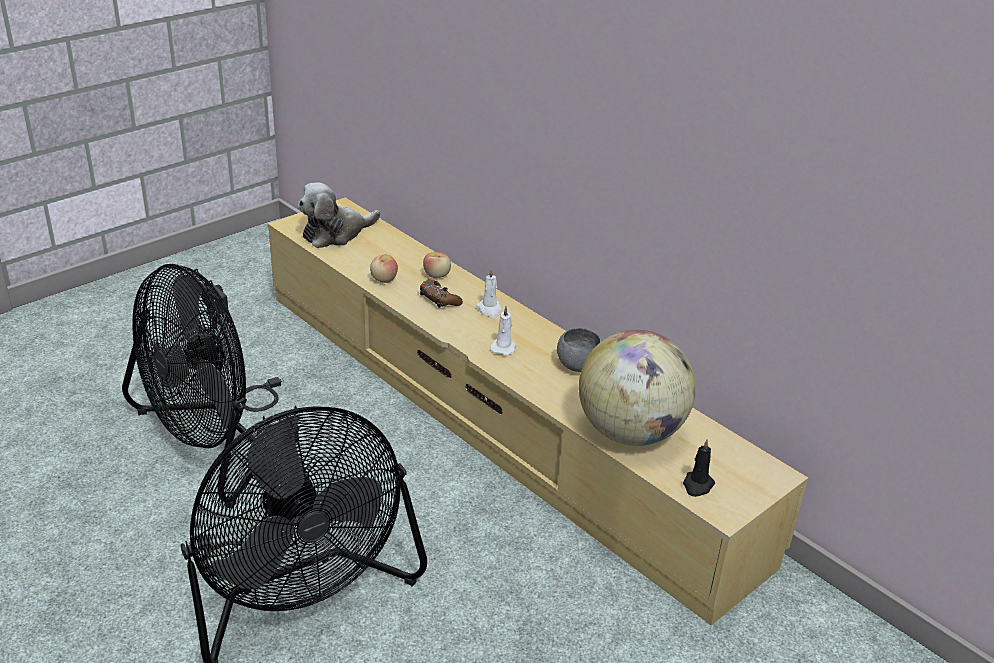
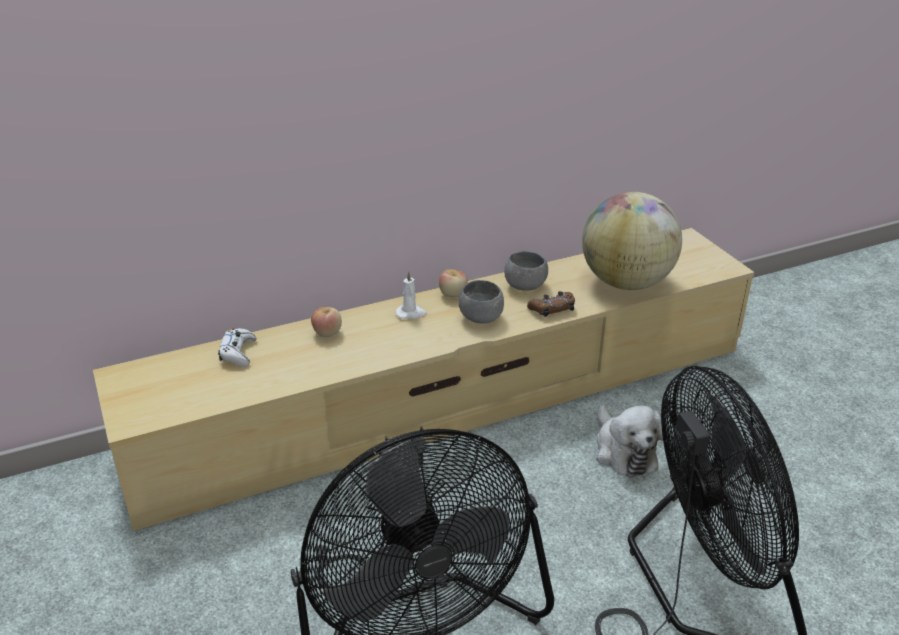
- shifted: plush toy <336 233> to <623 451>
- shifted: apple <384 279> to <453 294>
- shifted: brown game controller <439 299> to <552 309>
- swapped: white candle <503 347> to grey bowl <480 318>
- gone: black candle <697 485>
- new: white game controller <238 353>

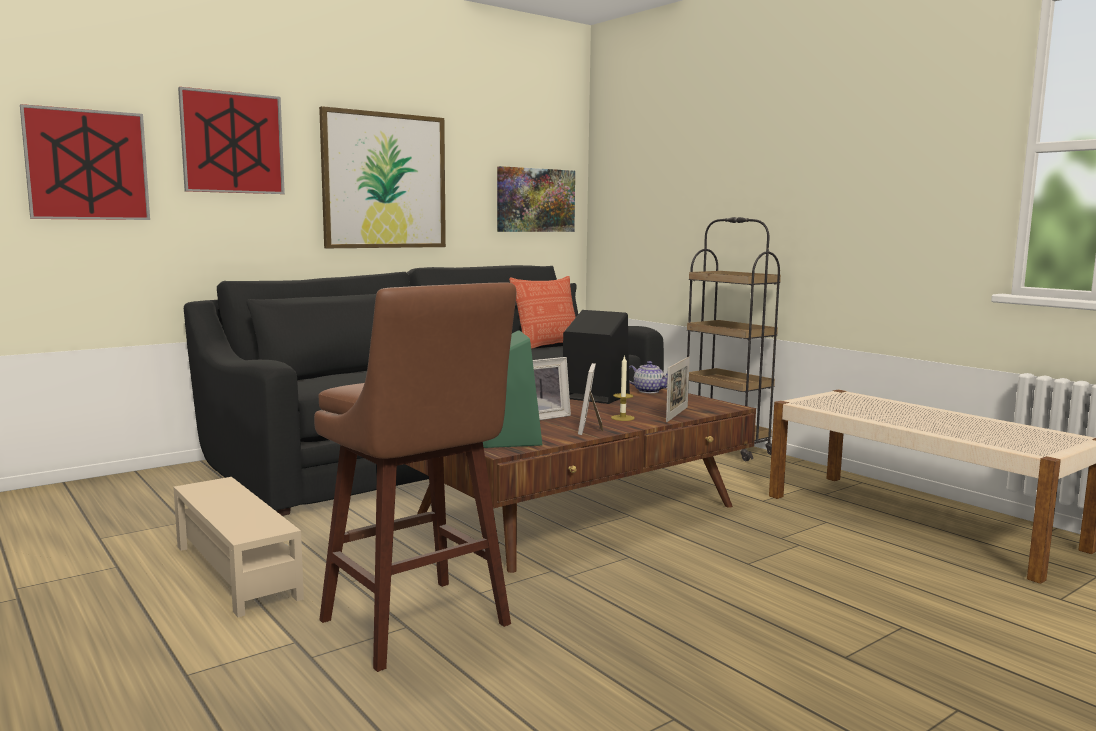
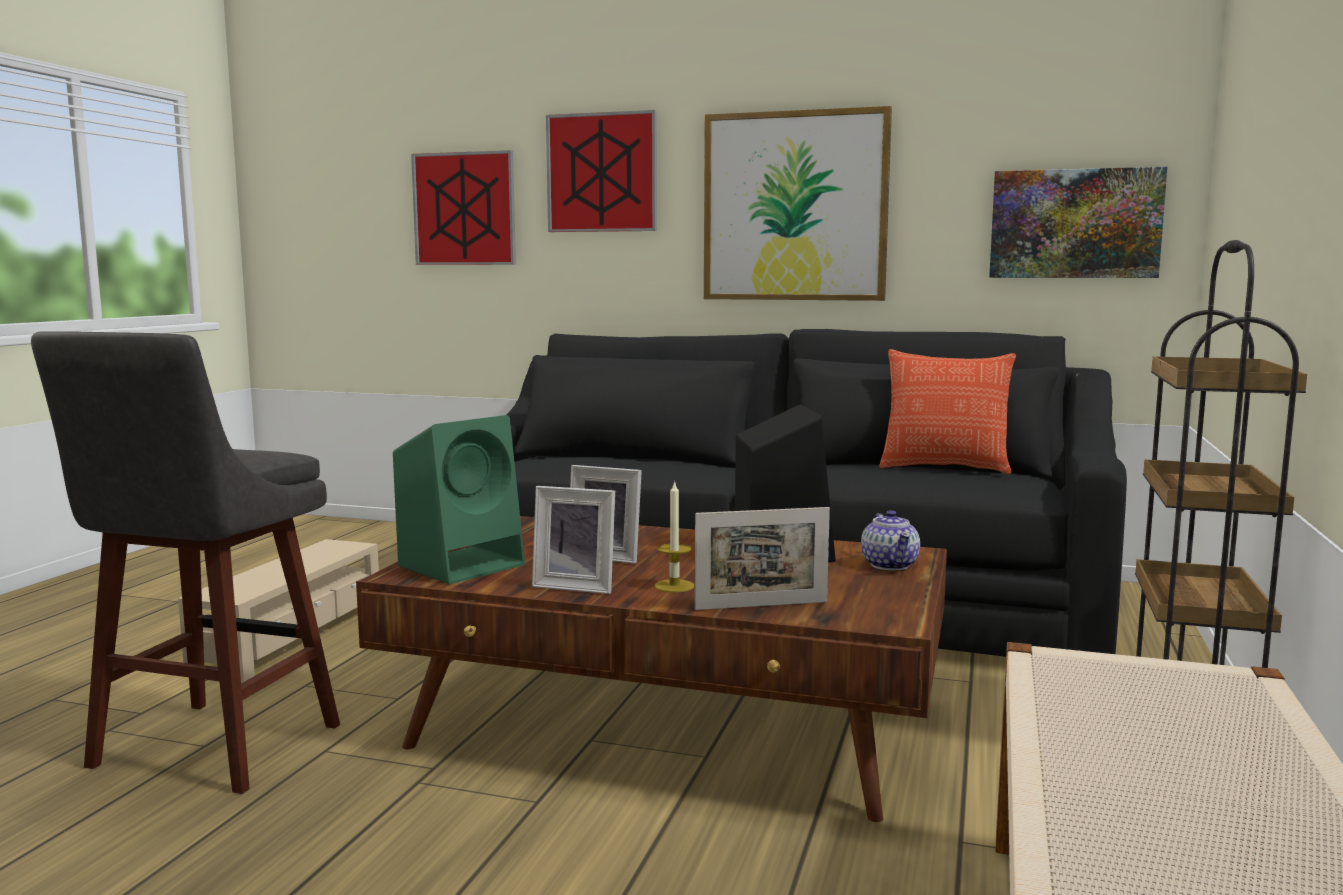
- repainted: brown stool <417 626> to grey stool <209 749>
- rotated: picture frame <591 429> = <576 586> 135 degrees counterclockwise

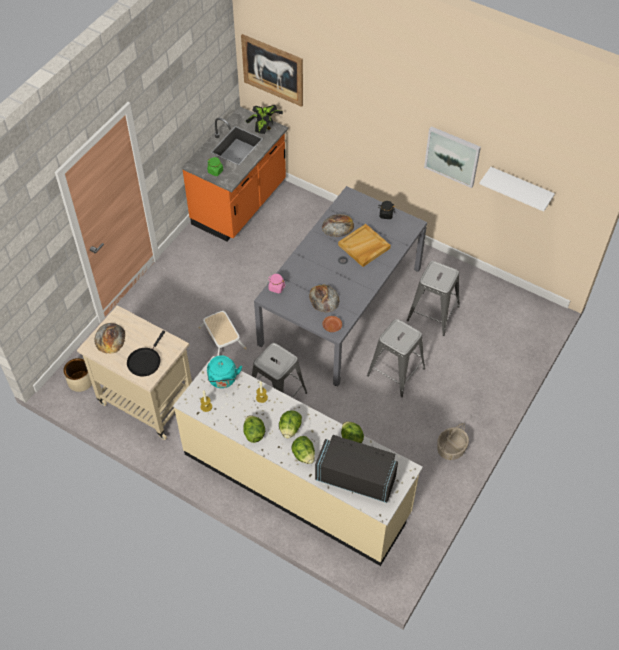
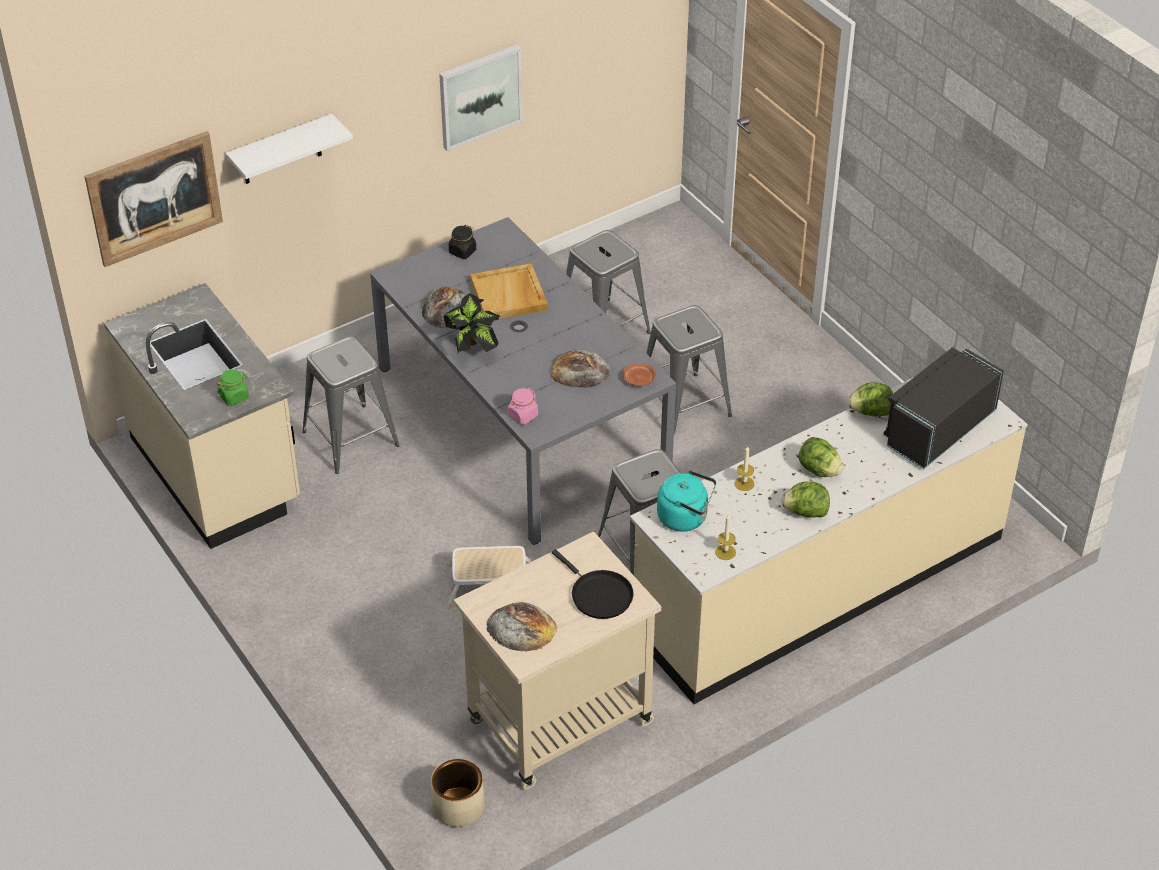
- shifted: potted plant <265 130> to <473 348>
- repainted: orange counter <240 204> to beige counter <217 471>
- shifted: white shelf <520 188> to <281 150>
- gone: basket <451 448>
- gone: lettuce <303 455>
- new: grey stool <351 439>

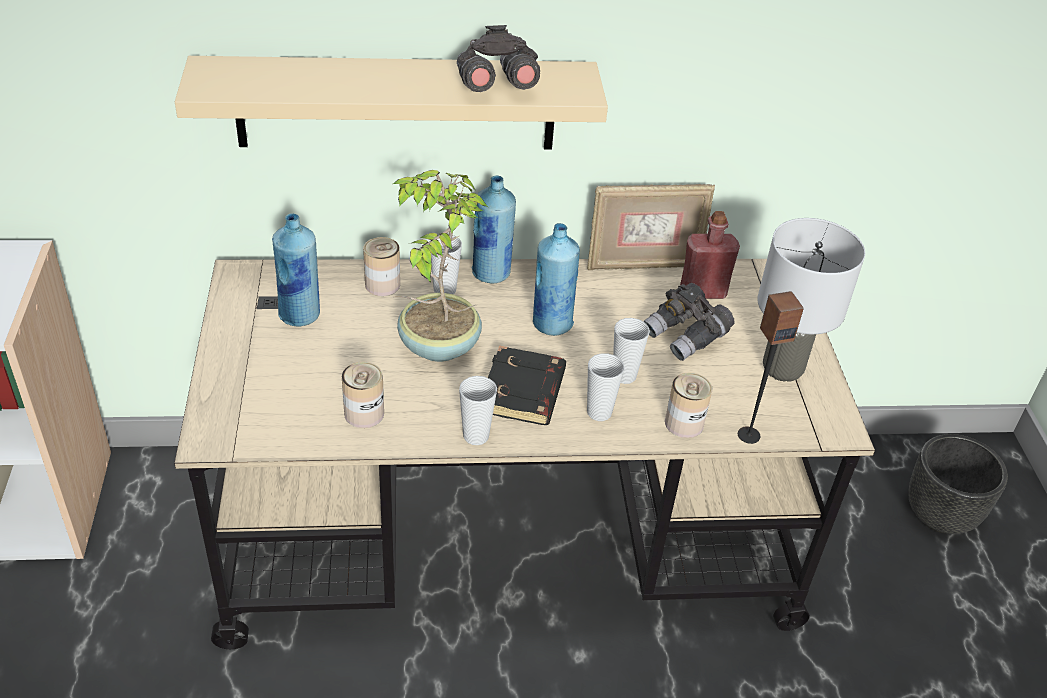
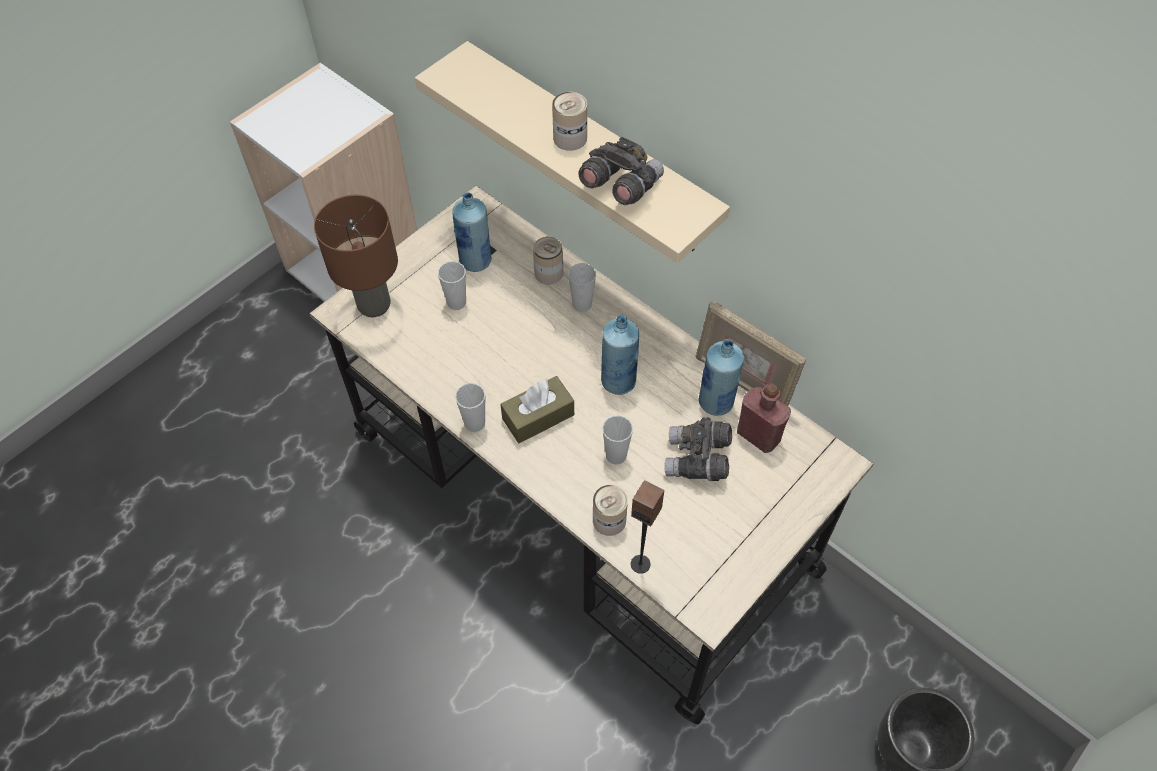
- gone: potted plant <437 346>
- shifted: blue bottle <491 273> to <715 403>
- gone: white table lamp <782 371>
- swapped: black book <523 393> to brown tissue box <538 417>
- shifted: cup <599 412> to <456 302>
- shifted: can <364 413> to <570 138>
- new: brown table lamp <376 305>

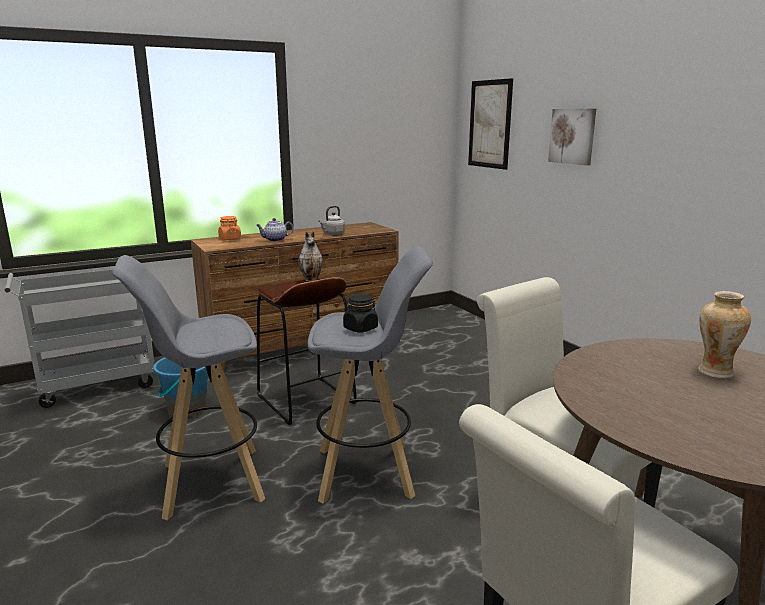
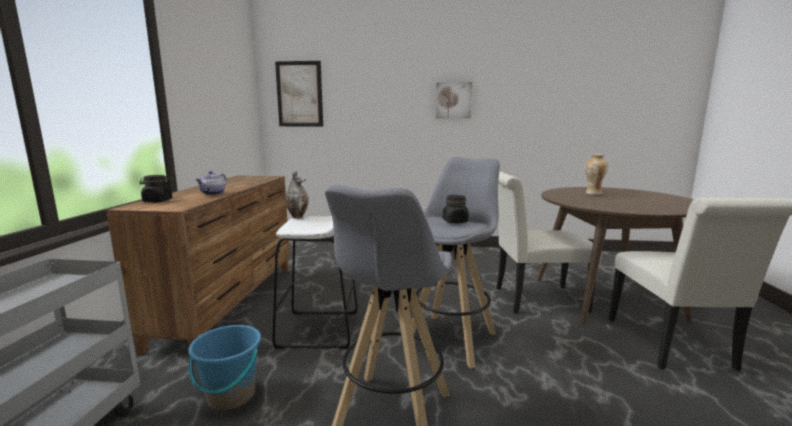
- shifted: picture <572 136> to <453 100>
- gone: grey kettle <333 234>
- repainted: orange jar <230 238> to black jar <157 201>
- repainted: brown stool <306 400> to white stool <319 329>

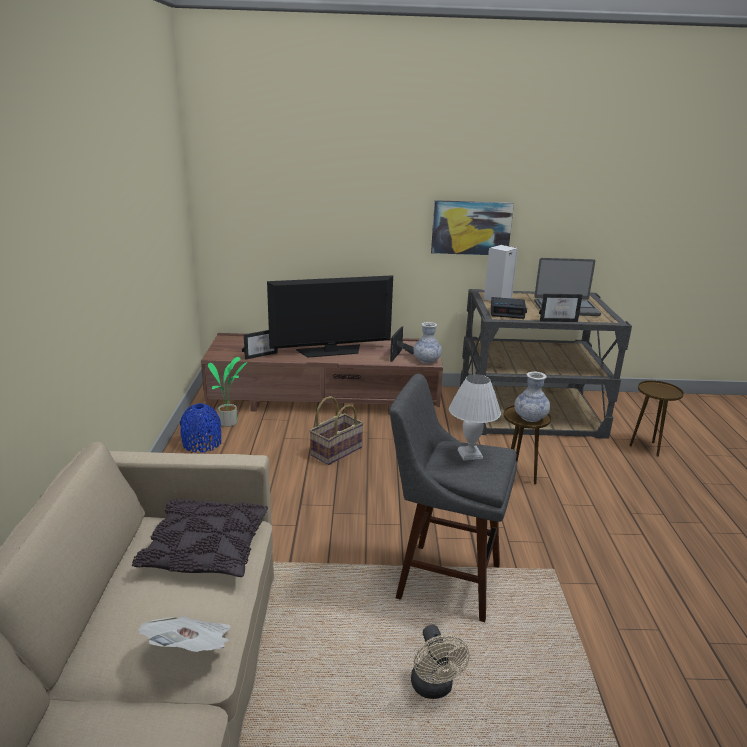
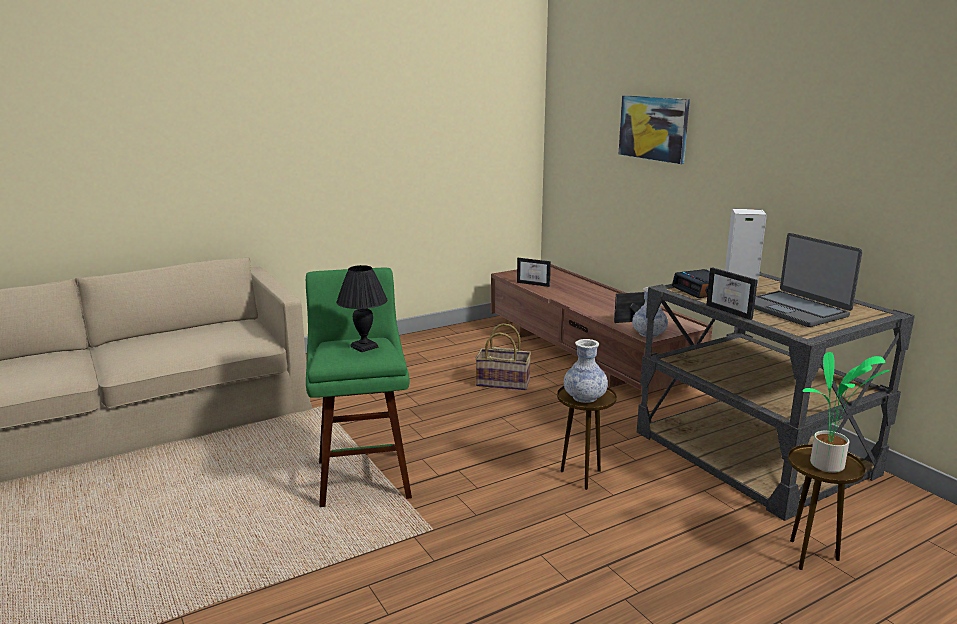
- shifted: picture <471 228> to <653 128>
- gone: television <330 351>
- shifted: potted plant <229 423> to <829 466>
- repainted: grey stool <443 579> to green stool <363 476>
- repainted: white table lamp <470 455> to black table lamp <364 347>
- gone: blue vase <202 443>
- gone: black pillow <205 549>
- gone: newspaper <191 650>
- gone: beige fan <434 688>

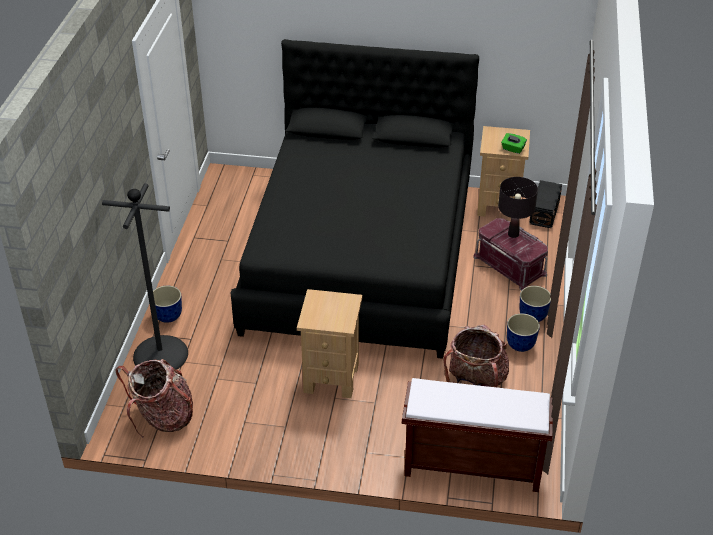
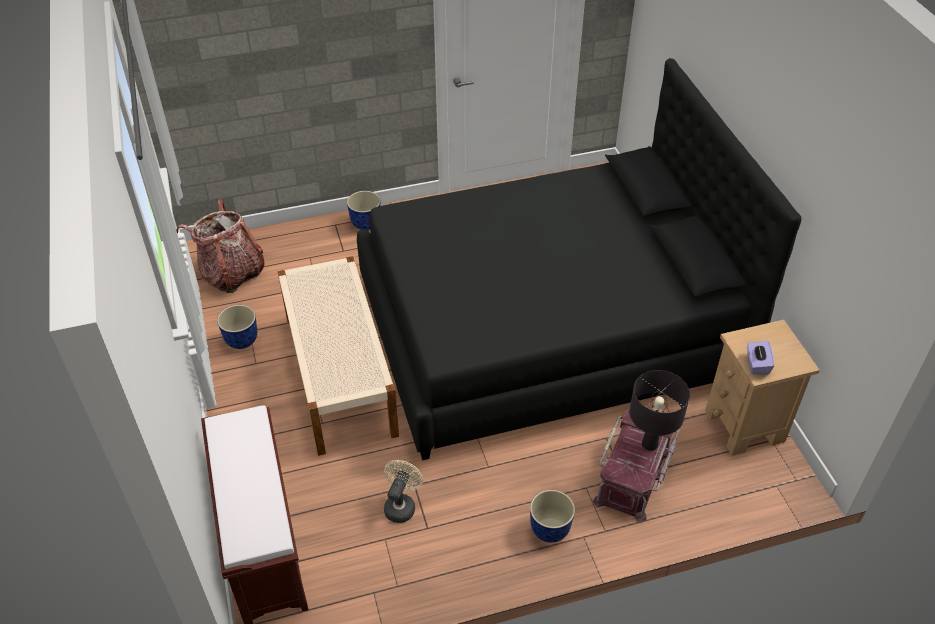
- repainted: green tissue box <513 149> to purple tissue box <757 364>
- gone: black storage box <543 213>
- gone: black clothes rack <160 355>
- swapped: beige nightstand <332 378> to beige bench <340 374>
- shifted: planter <520 345> to <241 340>
- swapped: backpack <476 381> to beige fan <401 505>

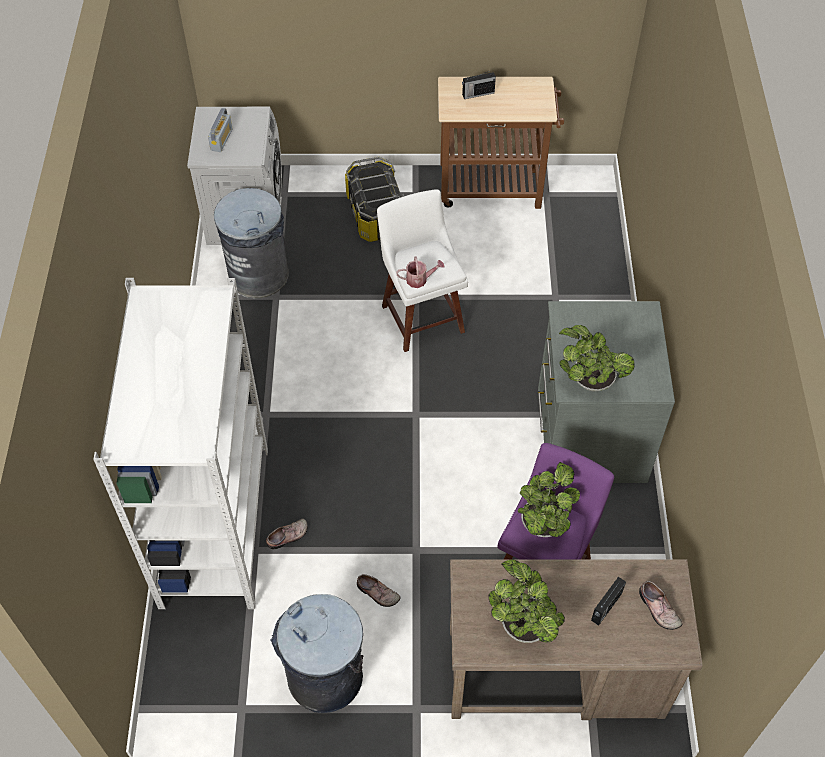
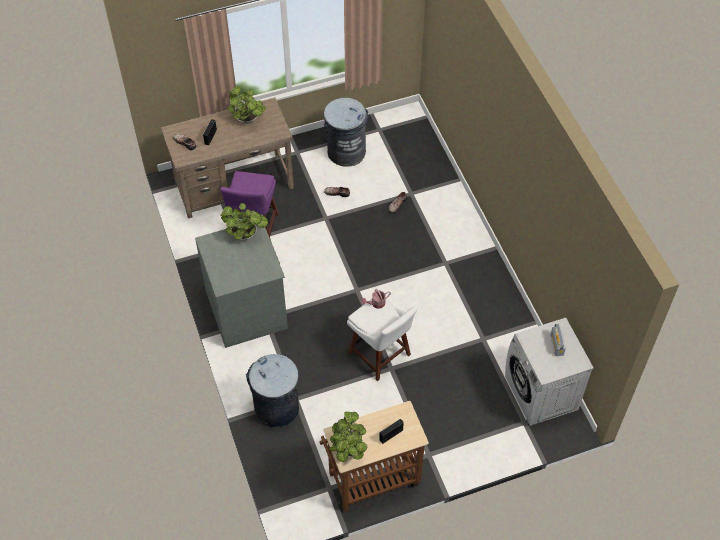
- gone: storage box <376 214>
- shifted: grey trash can <259 274> to <276 408>
- gone: white bookcase <215 525>
- shifted: potted plant <543 521> to <348 450>

